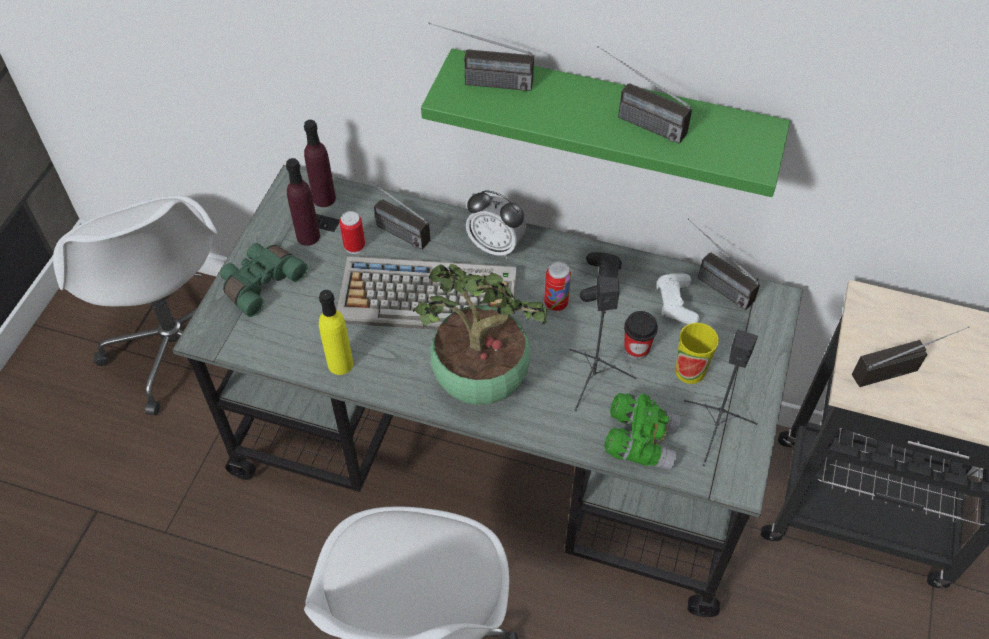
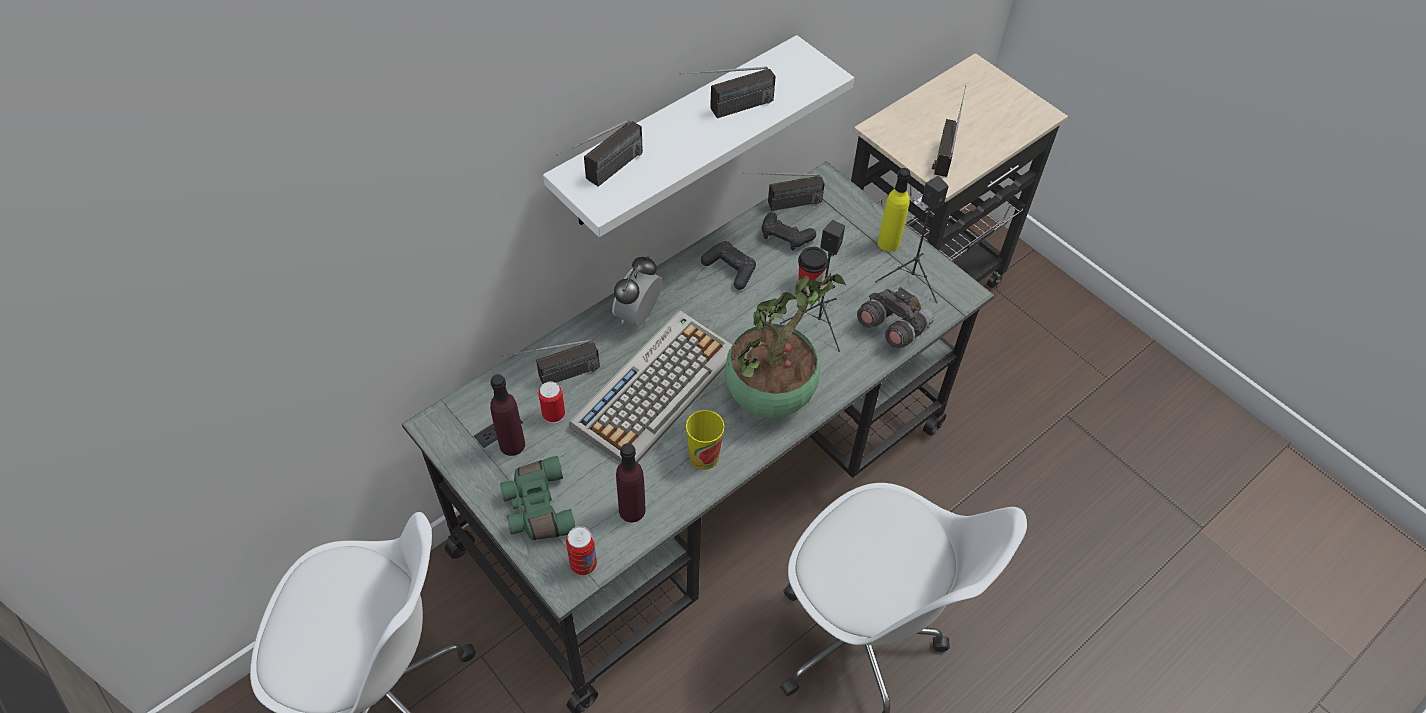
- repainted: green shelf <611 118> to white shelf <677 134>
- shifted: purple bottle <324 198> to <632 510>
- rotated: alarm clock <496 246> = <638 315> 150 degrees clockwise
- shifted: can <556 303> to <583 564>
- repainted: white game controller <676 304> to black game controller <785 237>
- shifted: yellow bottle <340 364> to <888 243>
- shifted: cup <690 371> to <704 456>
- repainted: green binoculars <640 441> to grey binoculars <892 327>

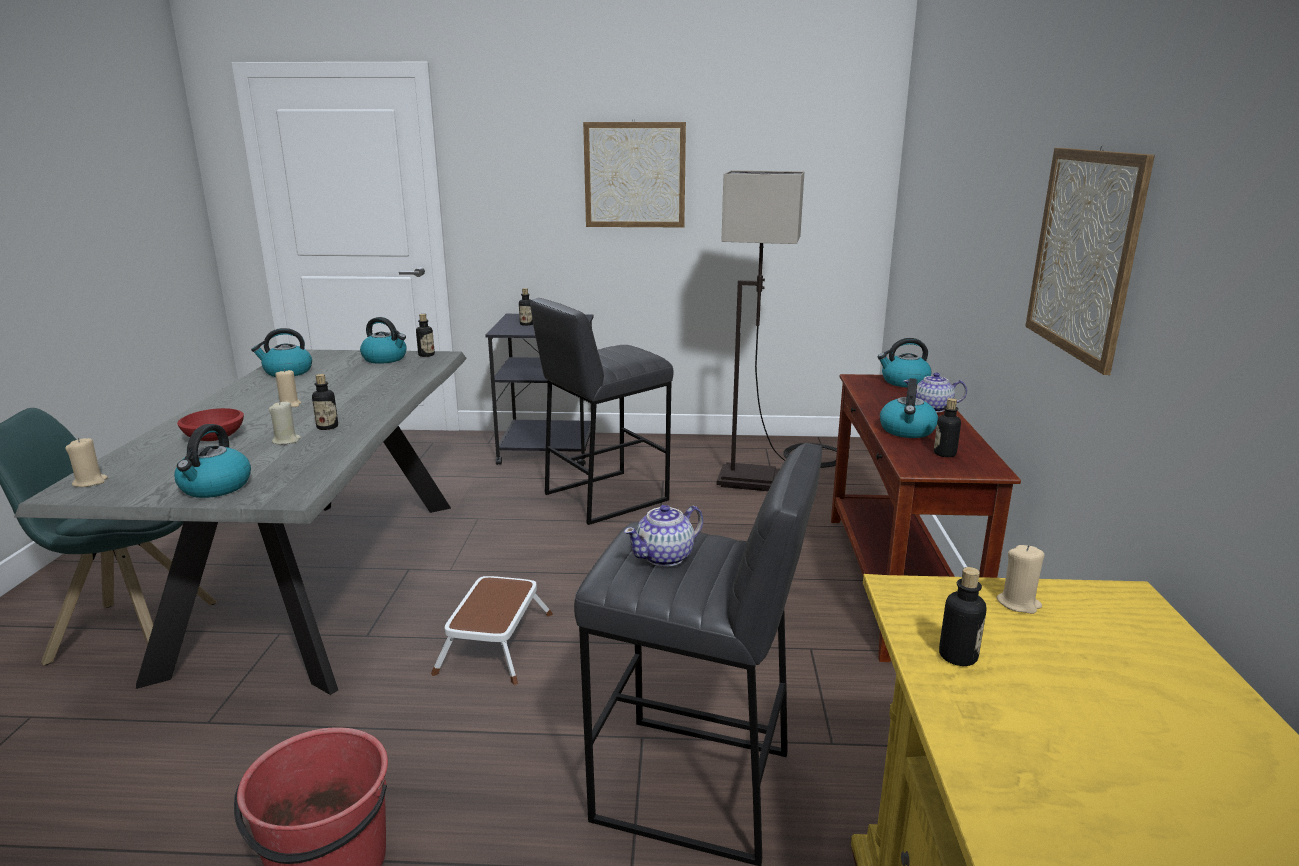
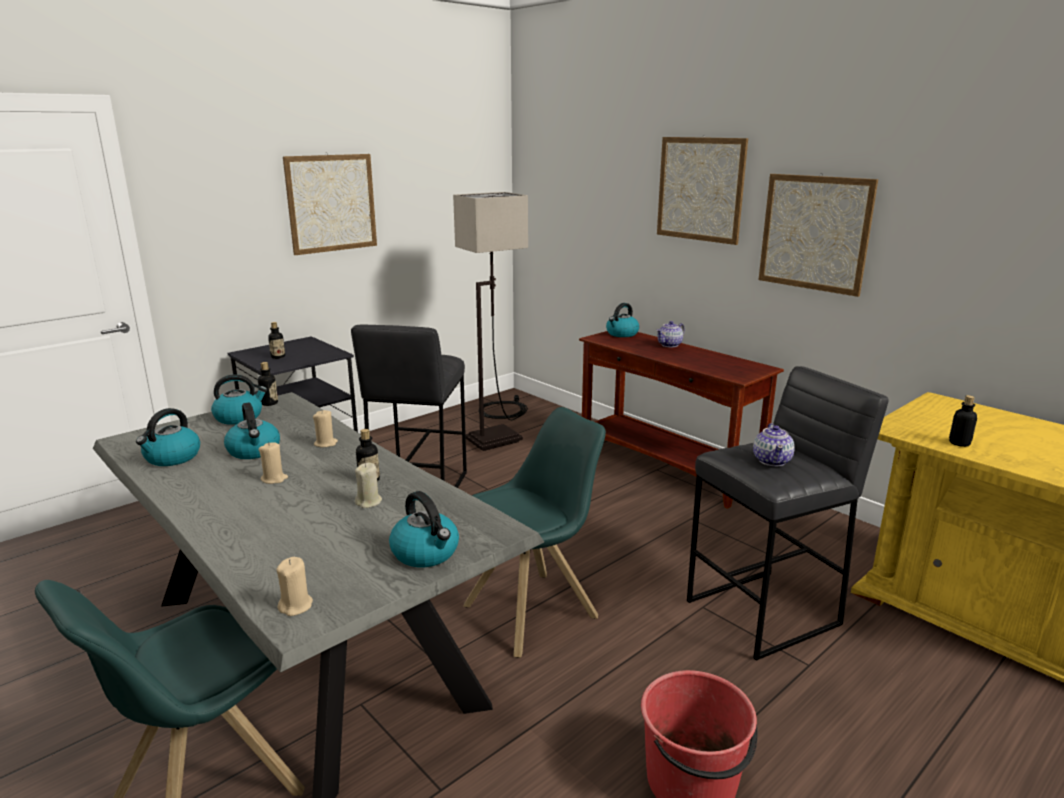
- shifted: kettle <907 431> to <254 451>
- gone: bottle <944 454>
- gone: red bowl <213 438>
- shifted: beige candle <1018 603> to <326 443>
- swapped: brown step ladder <494 642> to turquoise chair <532 611>
- new: picture <700 188>

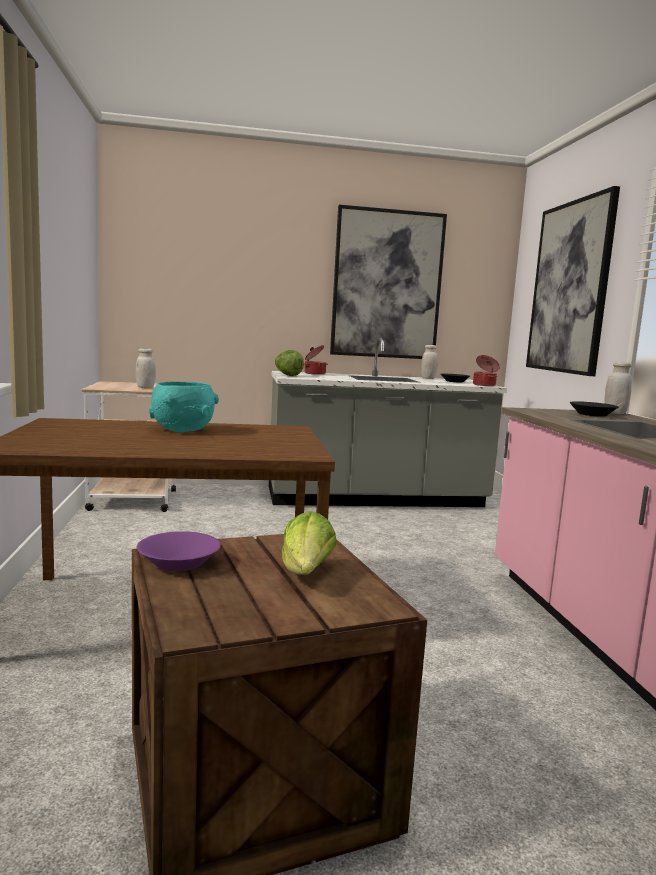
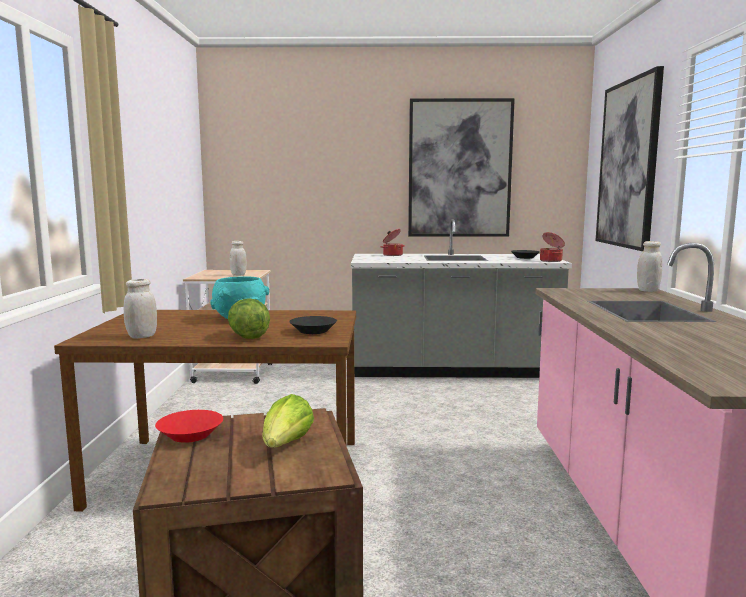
- shifted: white jar <428 378> to <142 336>
- shifted: lettuce <287 375> to <247 337>
- shifted: black bowl <593 415> to <314 331>
- repainted: purple bowl <180 563> to red bowl <191 435>

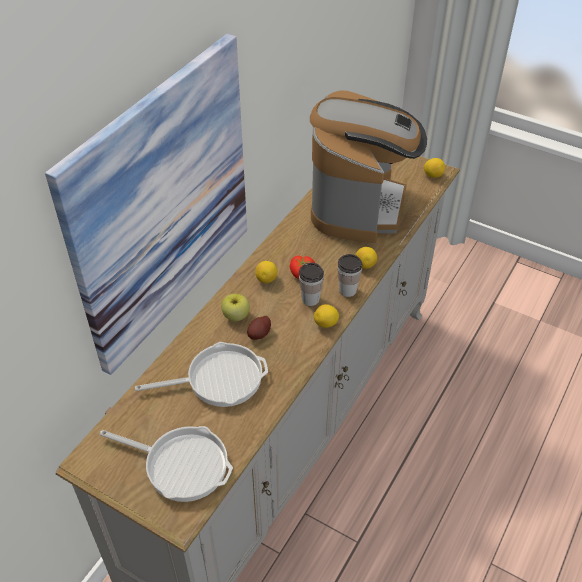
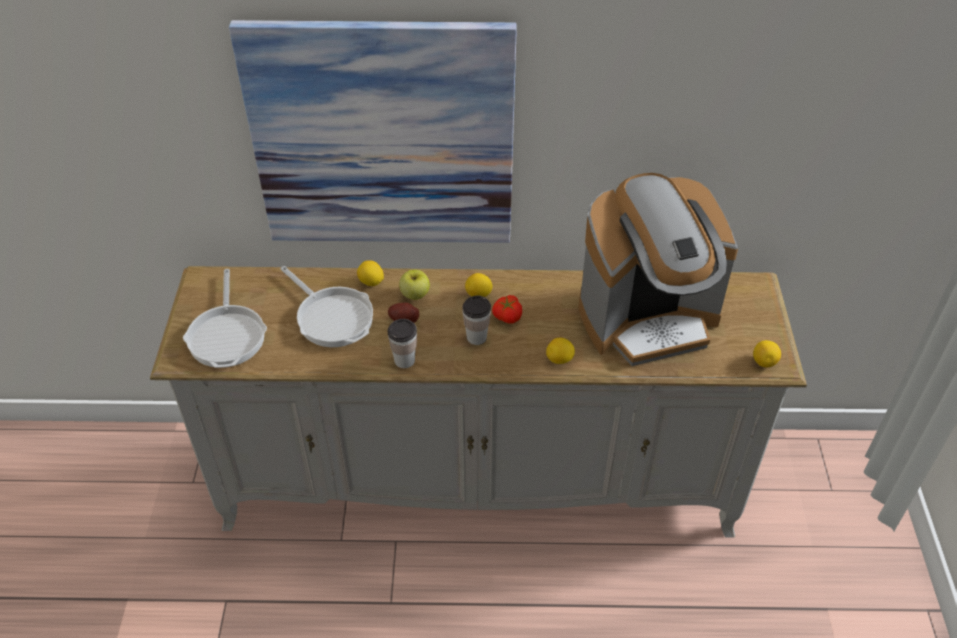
- shifted: cup <348 290> to <404 360>
- shifted: lemon <326 324> to <371 282>

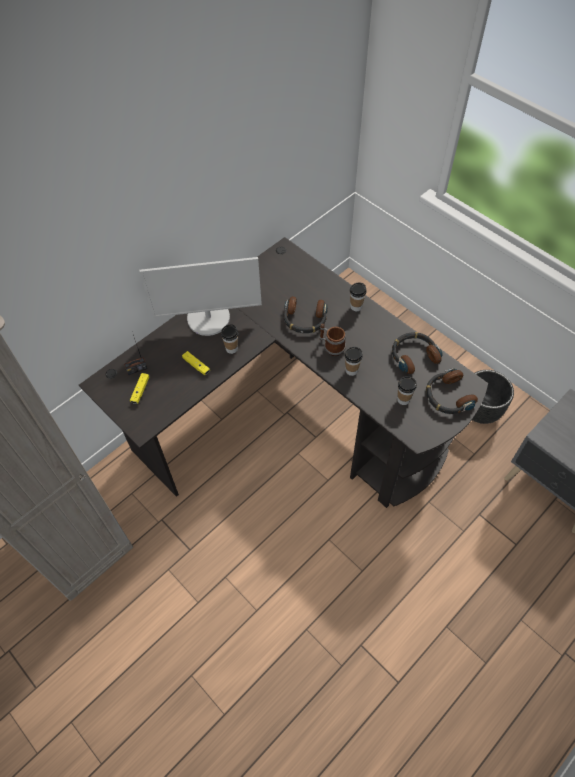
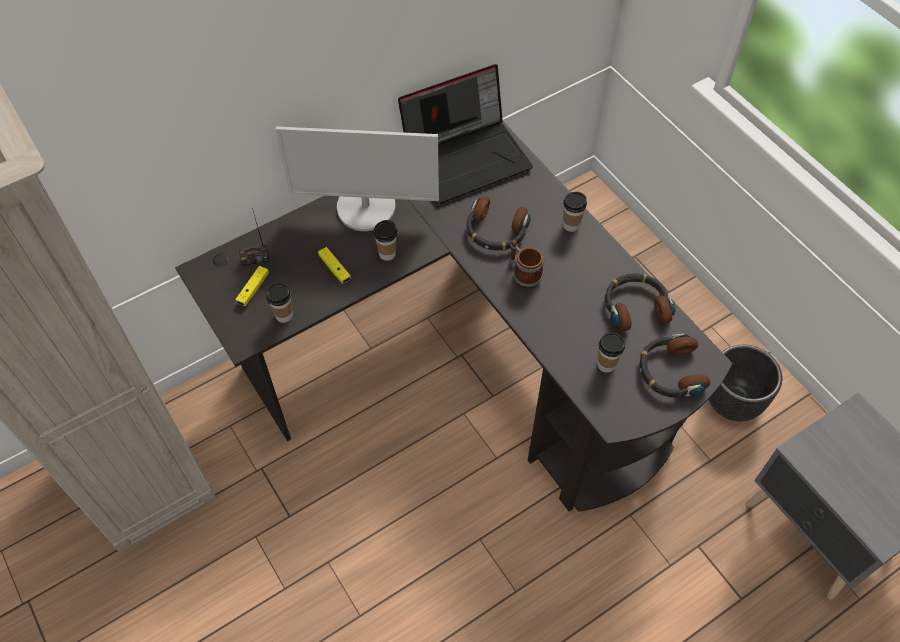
- shifted: cup <351 370> to <284 315>
- new: laptop <467 157>

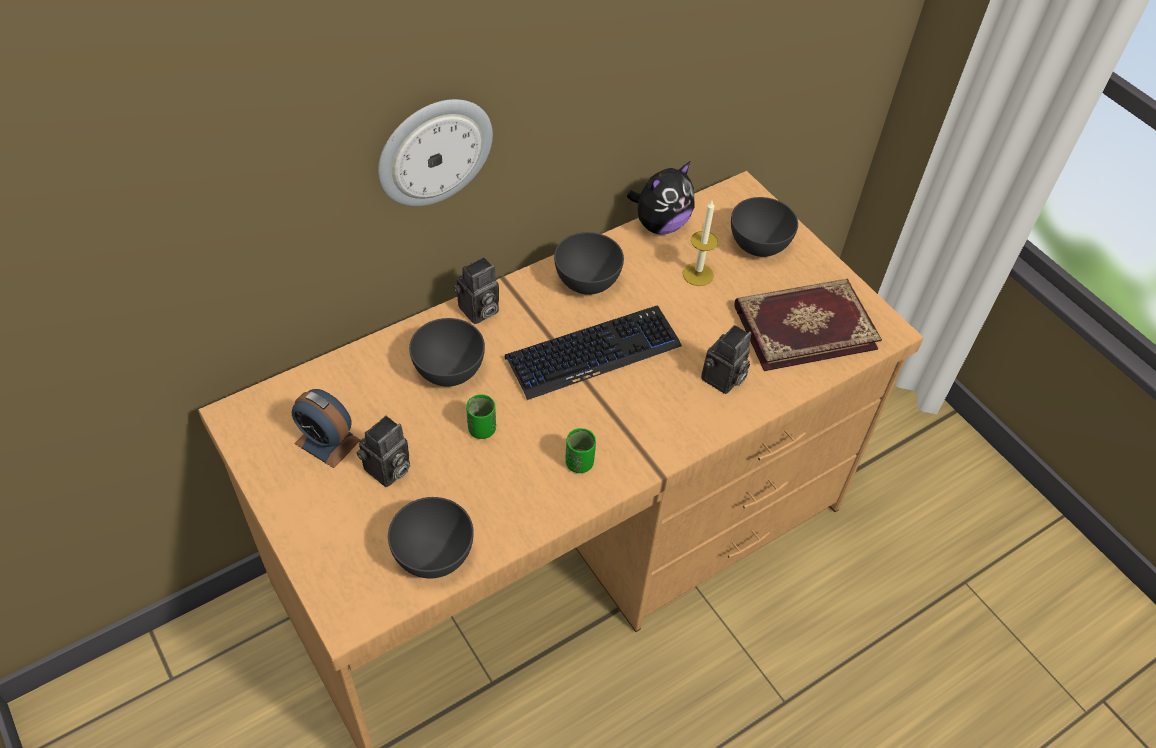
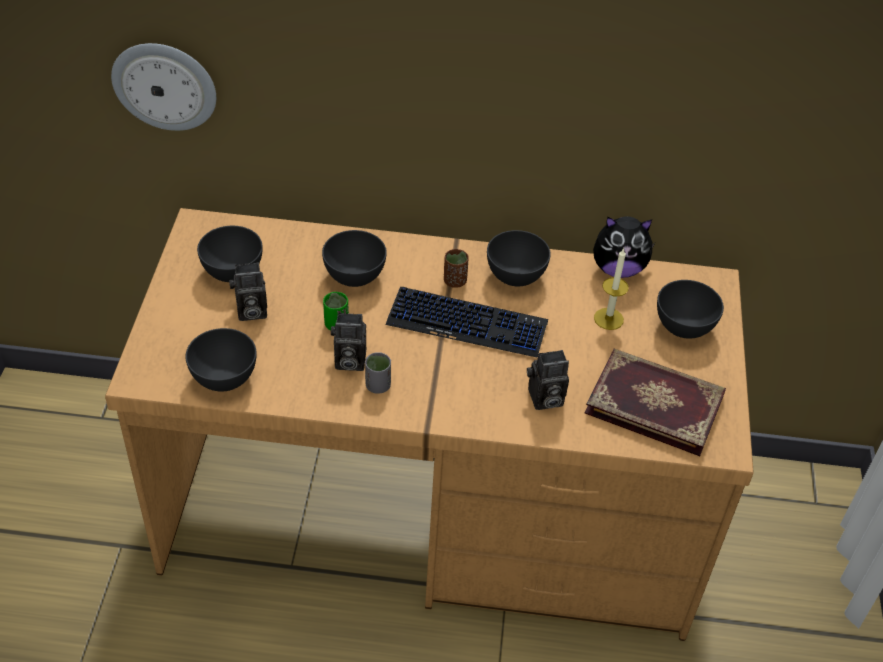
- shifted: wall clock <434 151> to <165 85>
- shifted: photo camera <478 312> to <348 361>
- swapped: alarm clock <327 442> to grey bowl <233 272>
- repainted: green cup <579 463> to grey cup <378 386>
- new: brown cup <455 281>

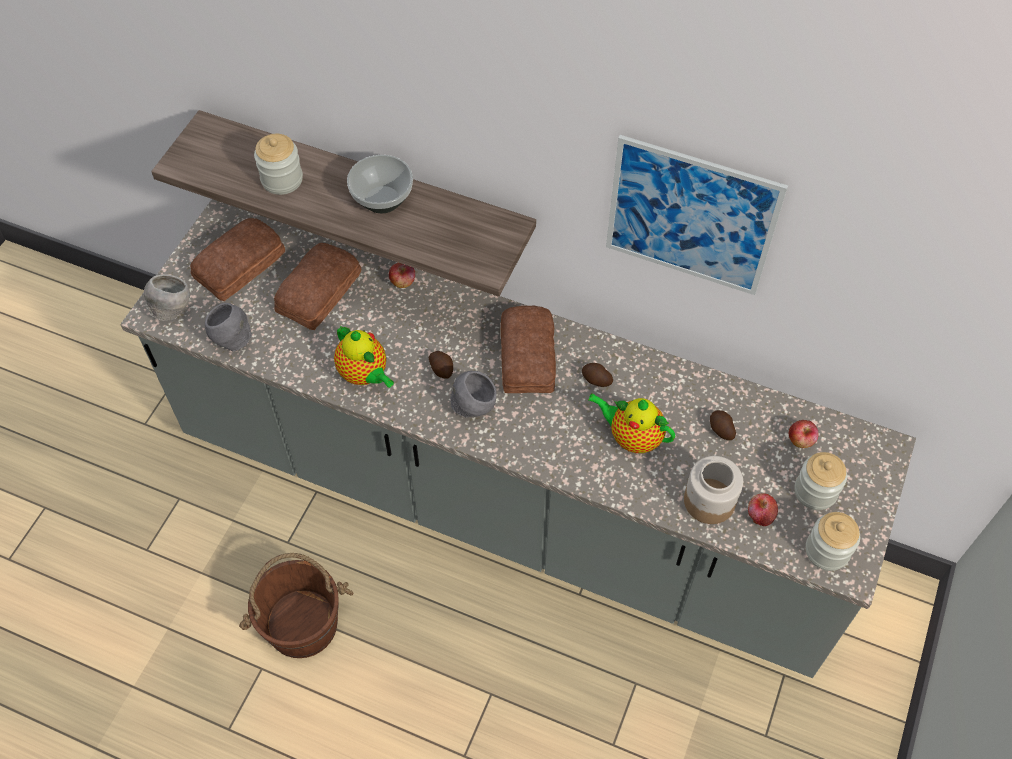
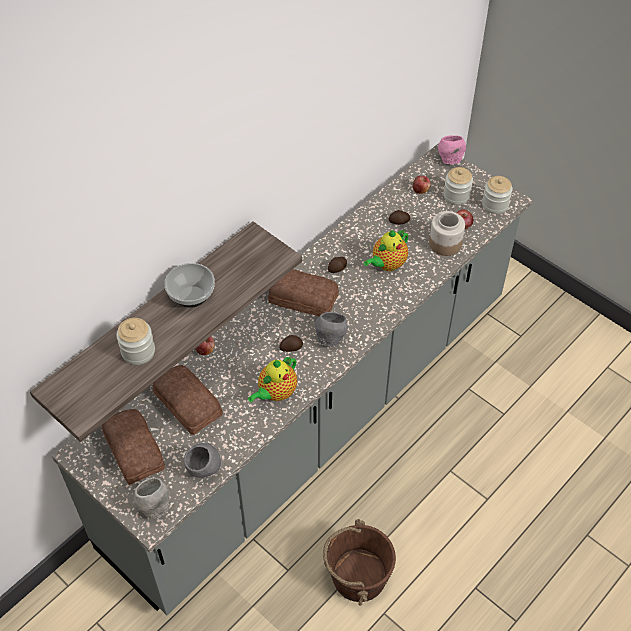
- gone: picture <691 216>
- rotated: teapot <365 375> = <276 393> 150 degrees clockwise
- new: pink bowl <450 160>

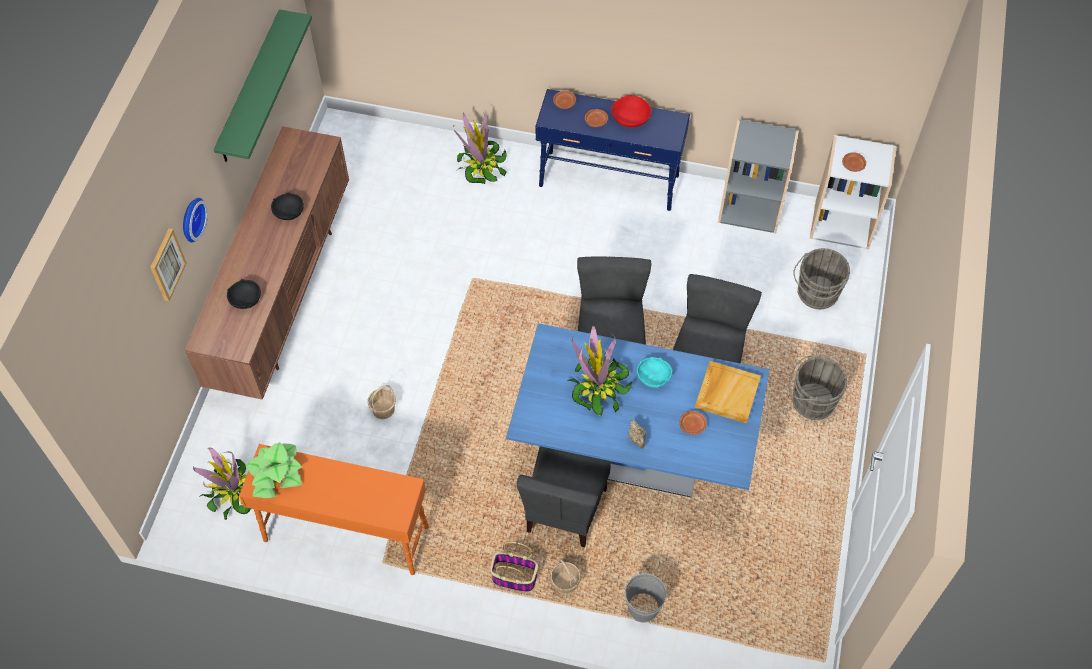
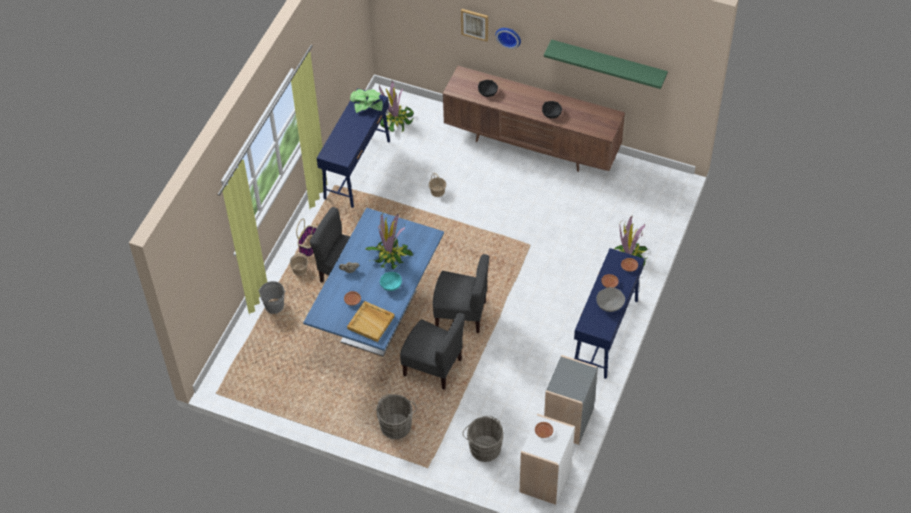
- repainted: red bowl <630 118> to grey bowl <610 304>
- repainted: orange console table <346 532> to blue console table <358 169>

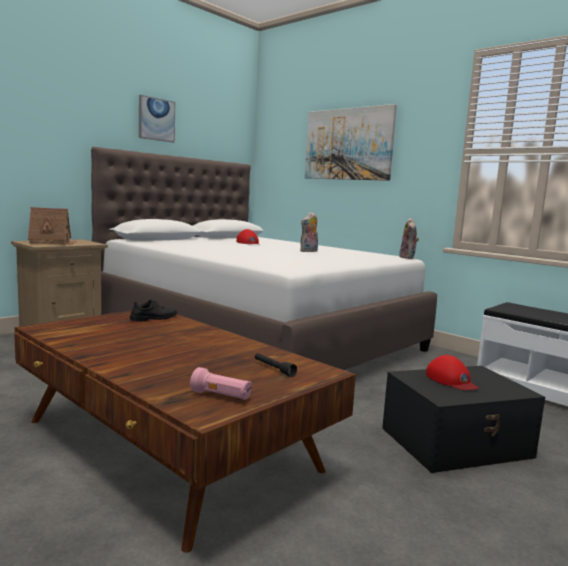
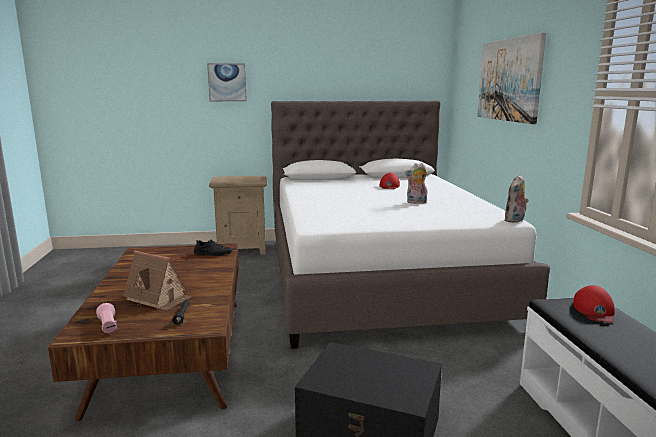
- shifted: picture <156 119> to <227 82>
- shifted: toy house <53 242> to <158 298>
- shifted: red cap <451 380> to <594 310>

